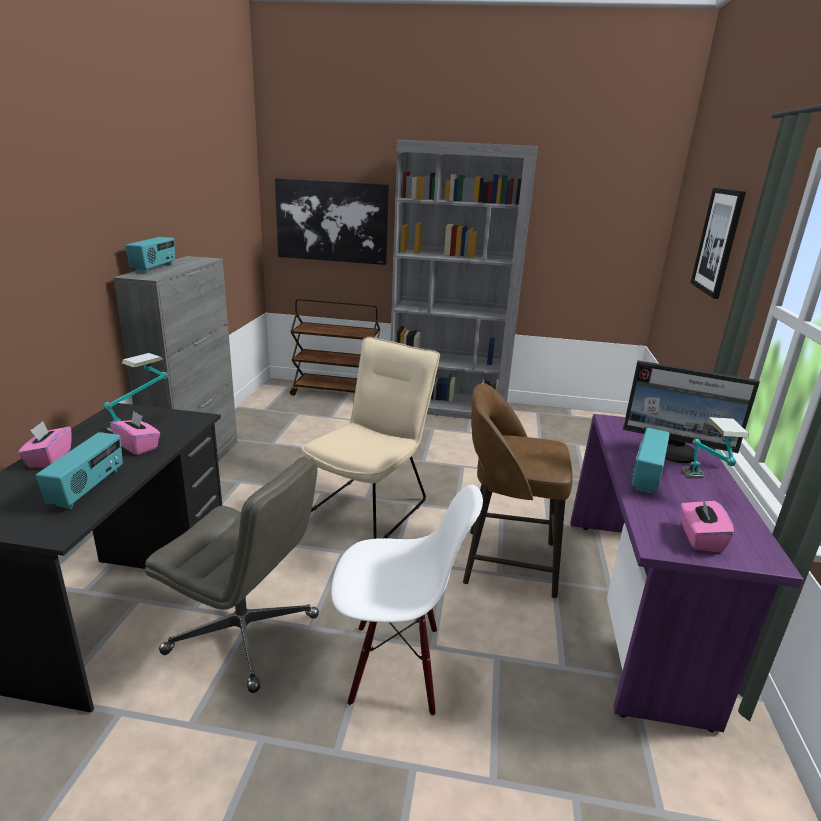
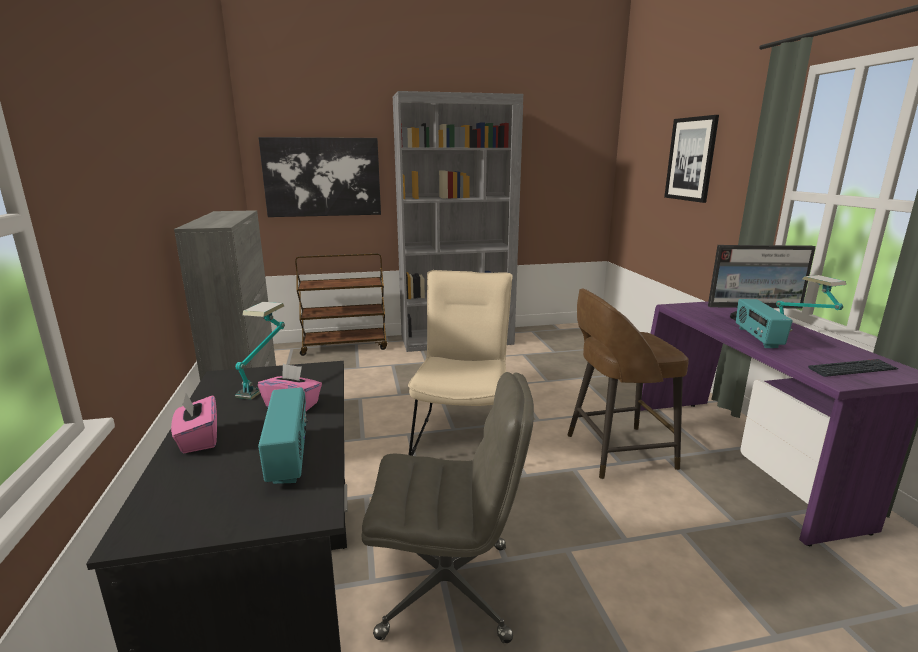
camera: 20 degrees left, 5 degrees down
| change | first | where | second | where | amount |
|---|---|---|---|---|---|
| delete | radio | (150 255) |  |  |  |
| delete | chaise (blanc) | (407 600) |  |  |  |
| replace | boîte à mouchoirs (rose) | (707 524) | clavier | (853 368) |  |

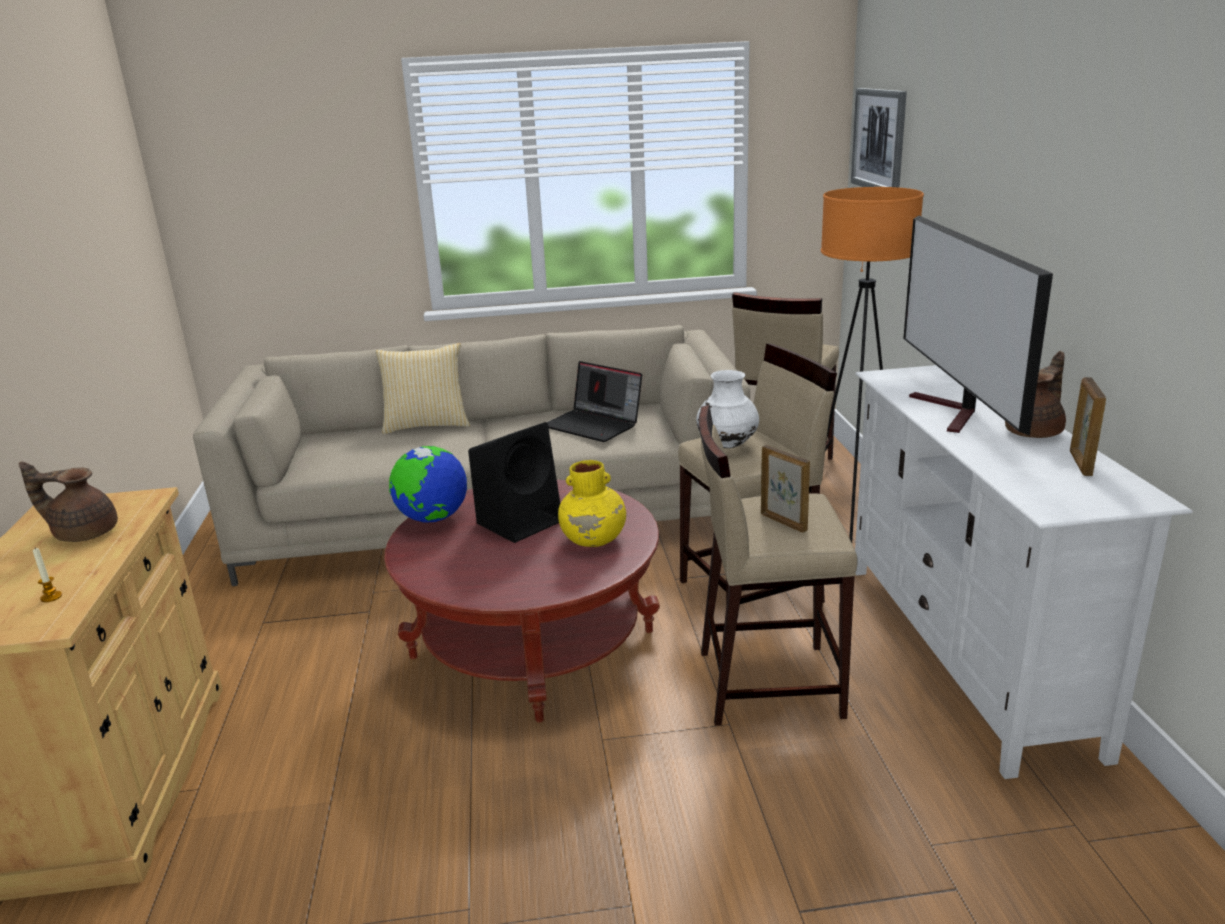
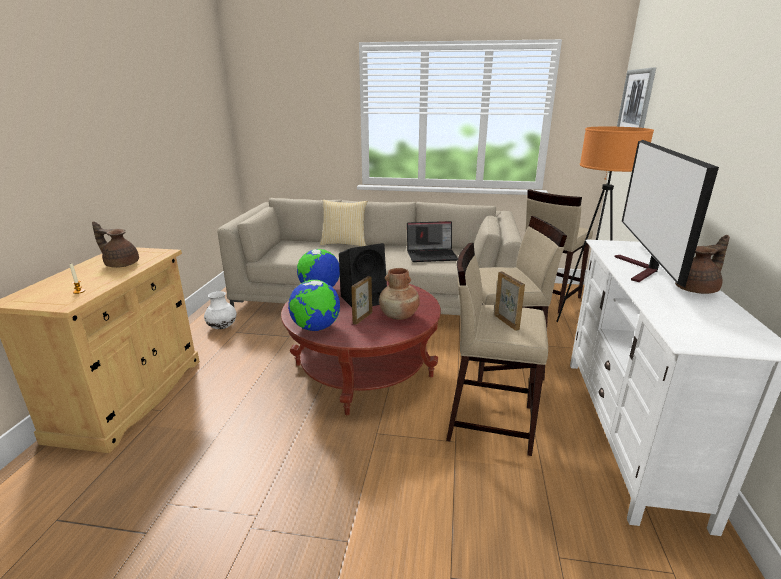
camera: 15 degrees right, 0 degrees up
| change | first | where | second | where | amount |
|---|---|---|---|---|---|
| rotate | ordinateur portable | (594 401) |  | (432 241) | 60 degrees counterclockwise |
| recolor | vase (jaune) | (592 503) | vase (marron) | (399 294) |  |
| move | vase (blanc) | (727 409) |  | (220 310) |  |
| move | cadre photo | (1088 426) |  | (361 300) |  |
| insert |  |  | globe | (314 305) |  |

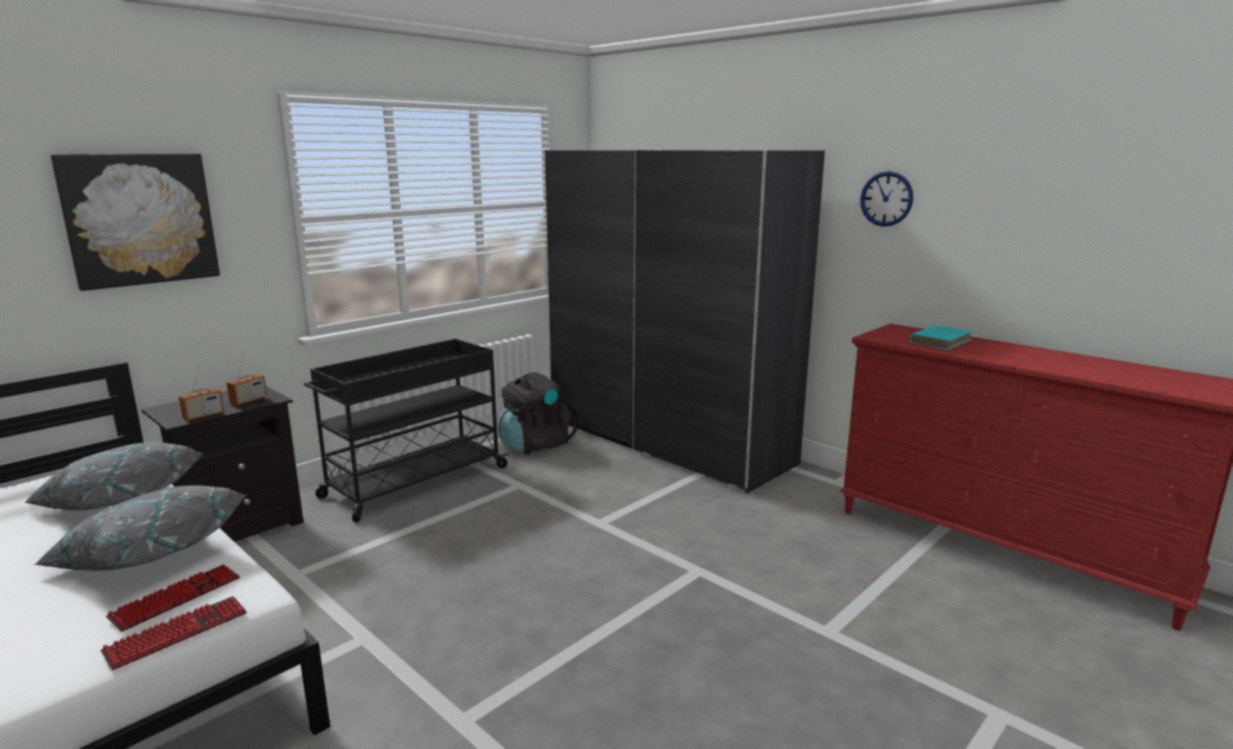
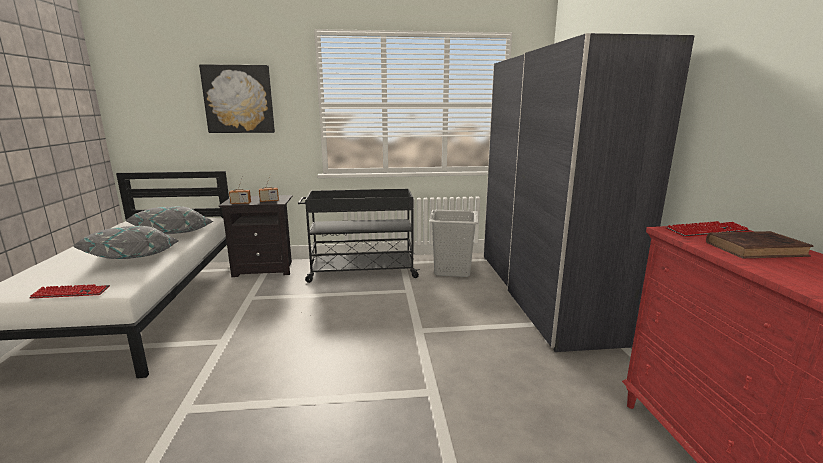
camera: 40 degrees right, 0 degrees up
| change | first | where | second | where | amount |
|---|---|---|---|---|---|
| move | clavier | (173 598) |  | (708 229) |  |
| replace | sac à dos (noir) | (538 413) | panier à linge (gris) | (453 243) |  |
| delete | horloge murale | (886 199) |  |  |  |
| recolor | livre (turquoise) | (940 337) | livre (marron) | (759 244) |  |

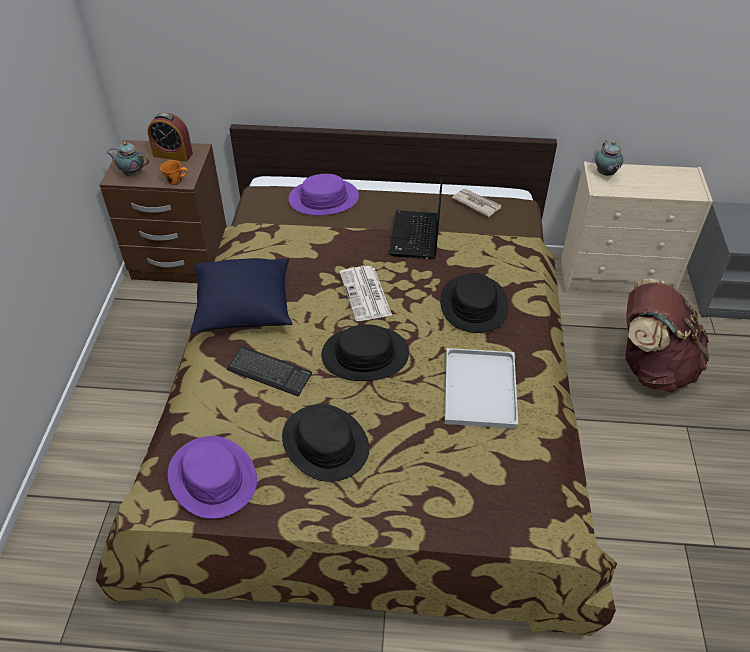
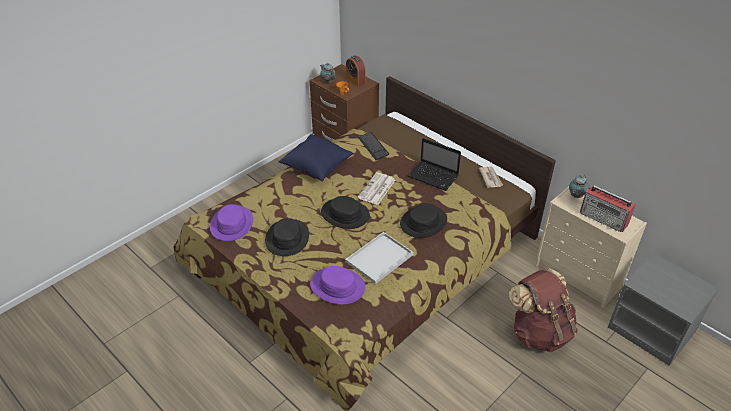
camera: 40 degrees right, 5 degrees down
| change | first | where | second | where | amount |
|---|---|---|---|---|---|
| move | clavier | (269 371) |  | (373 146) |  |
| move | chapeau (violet) | (323 195) |  | (337 285) |  |
| rotate | ordinateur portable | (416 218) |  | (434 164) | 105 degrees counterclockwise |
| insert |  |  | radio | (608 208) |  |

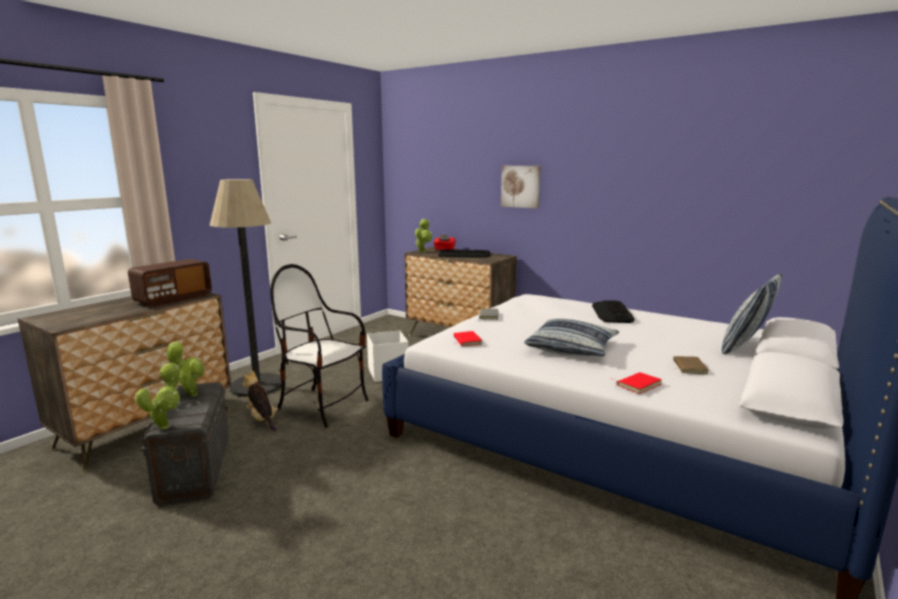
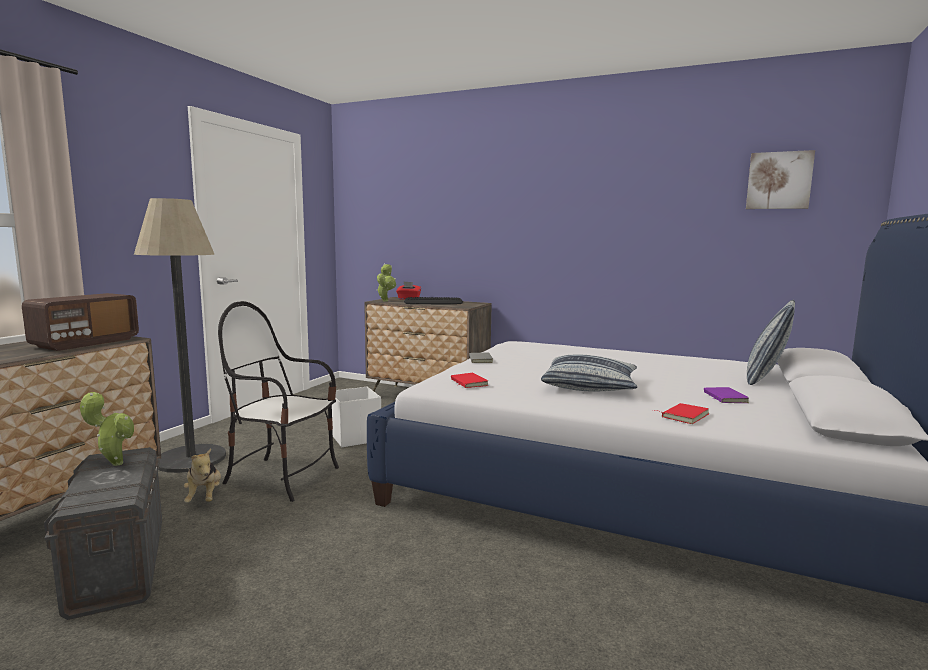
camera: 10 degrees left, 5 degrees down
| change | first | where | second | where | amount |
|---|---|---|---|---|---|
| delete | plante en pot | (157 396) |  |  |  |
| rotate | peluche | (260 401) |  | (202 475) | 150 degrees counterclockwise |
| move | tableau | (521 187) |  | (780 179) |  |
| delete | clavier | (613 311) |  |  |  |
| recolor | livre (marron) | (691 365) | livre (violet) | (726 395) |  |

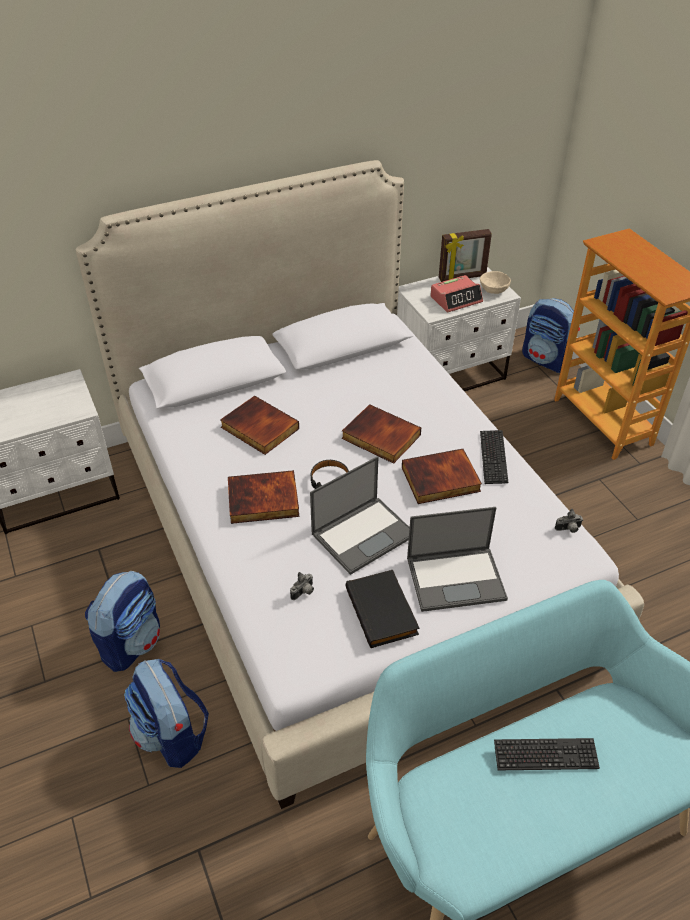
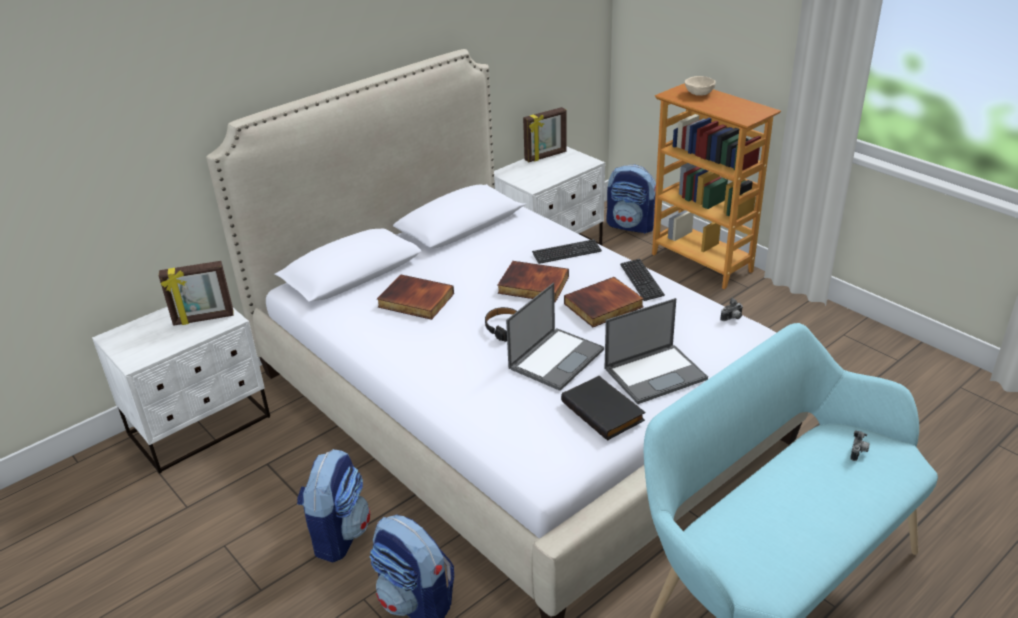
camera: 15 degrees left, 10 degrees down
| change | first | where | second | where | amount |
|---|---|---|---|---|---|
| delete | livre | (264 497) |  |  |  |
| move | appareil photo | (302 586) |  | (860 445) |  |
| delete | réveil | (456 293) |  |  |  |
| move | bol (beige) | (495 282) |  | (700 86) |  |
| move | clavier | (547 754) |  | (567 251) |  |
| insert |  |  | cadre photo | (196 293) |  |

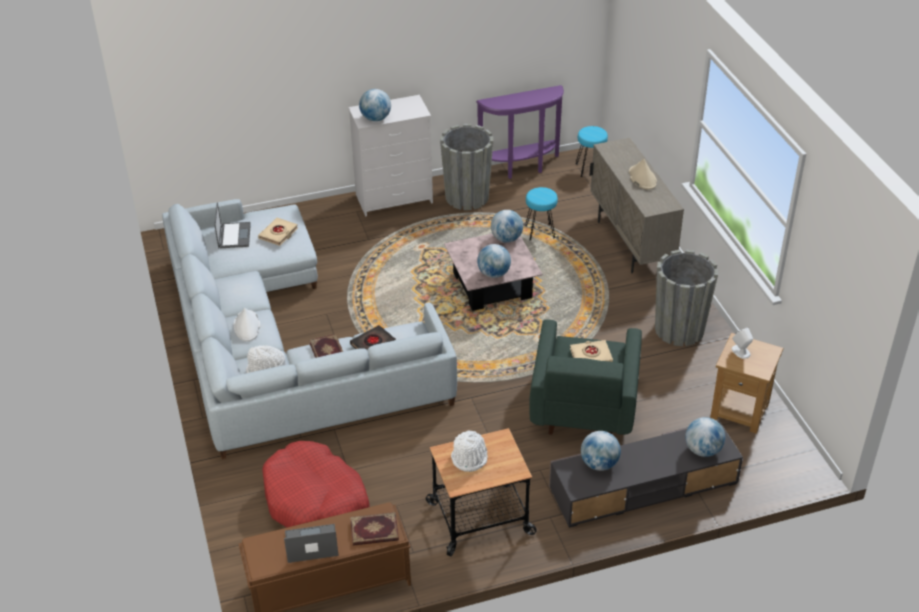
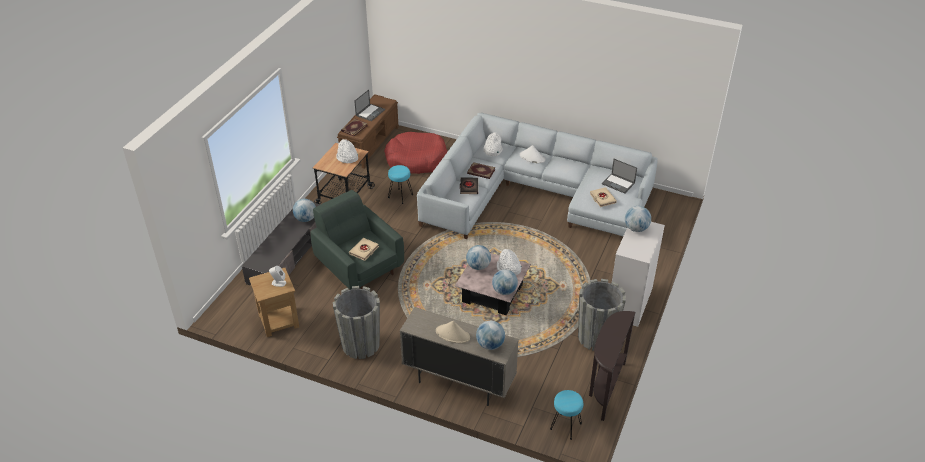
camera: 130 degrees right, 0 degrees up
| change | first | where | second | where | amount |
|---|---|---|---|---|---|
| recolor | table console (violet) | (520 132) | table console (marron) | (612 366) |  |
| move | tabouret (turquoise) | (542 213) |  | (400 184) |  |
| move | globe | (705 437) |  | (490 335) |  |
| insert |  |  | chapeau (blanc) | (509 262) |  |

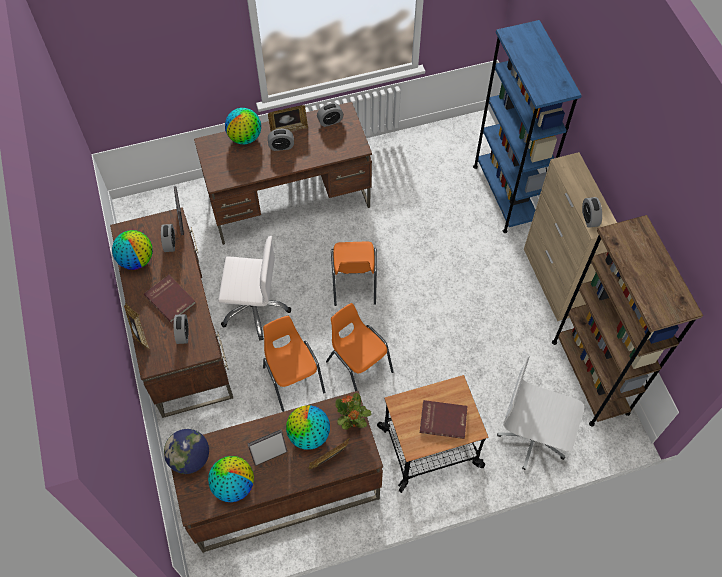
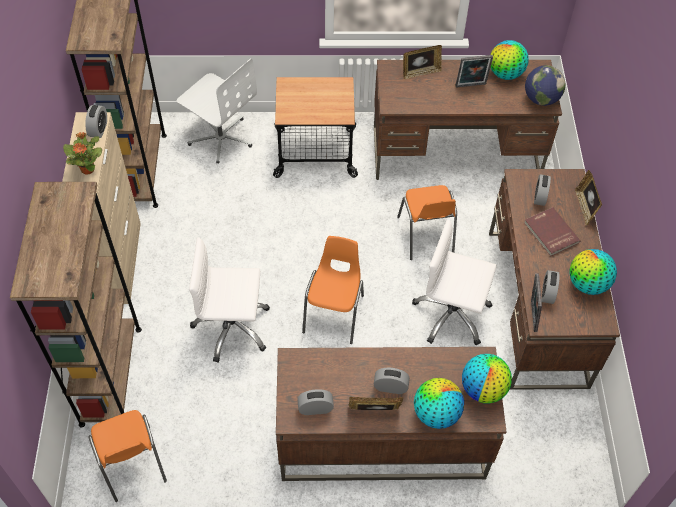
camera: 165 degrees left, 5 degrees down
| change | first | where | second | where | amount |
|---|---|---|---|---|---|
| move | globe | (308 427) |  | (487 378) |  |
| move | chaise (orange) | (360 347) |  | (128 456) |  |
| move | plante en pot | (353 411) |  | (82 153) |  |
| delete | livre (rouge) | (444 419) |  |  |  |
| recolor | bibliothèque (bleu) | (527 126) | bibliothèque (marron) | (76 304) |  |
| insert |  |  | chaise de bureau (blanc) | (229 300) |  |

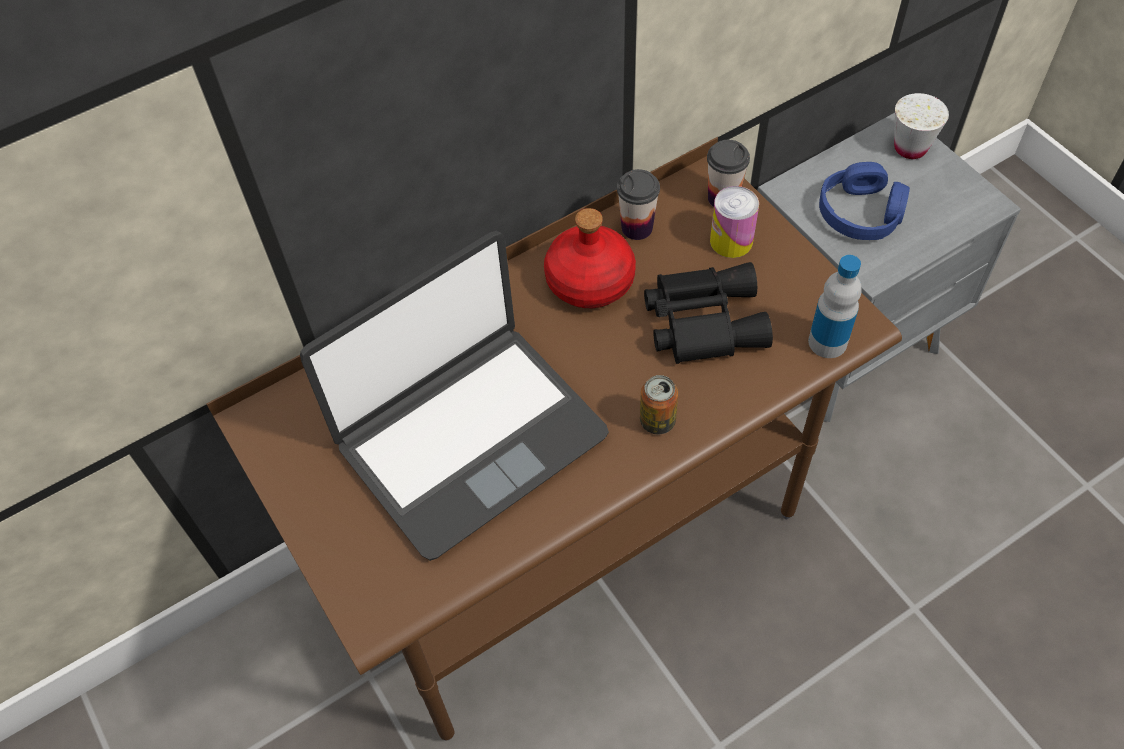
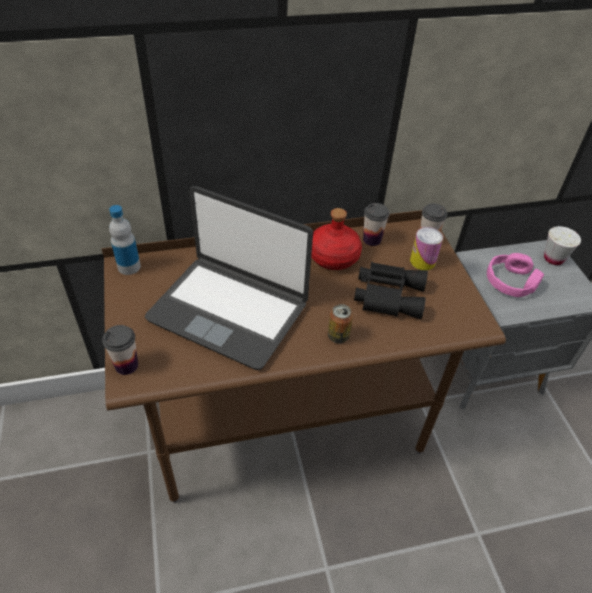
camera: 15 degrees right, 10 degrees down
| change | first | where | second | where | amount |
|---|---|---|---|---|---|
| rotate | ordinateur portable | (454 396) |  | (229 278) | 45 degrees clockwise |
| move | bouteille | (835 306) |  | (125 240) |  |
| recolor | casque audio (bleu) | (864 201) | casque audio (rose) | (515 275) |  |
| insert |  |  | tasse | (120 350) |  |

